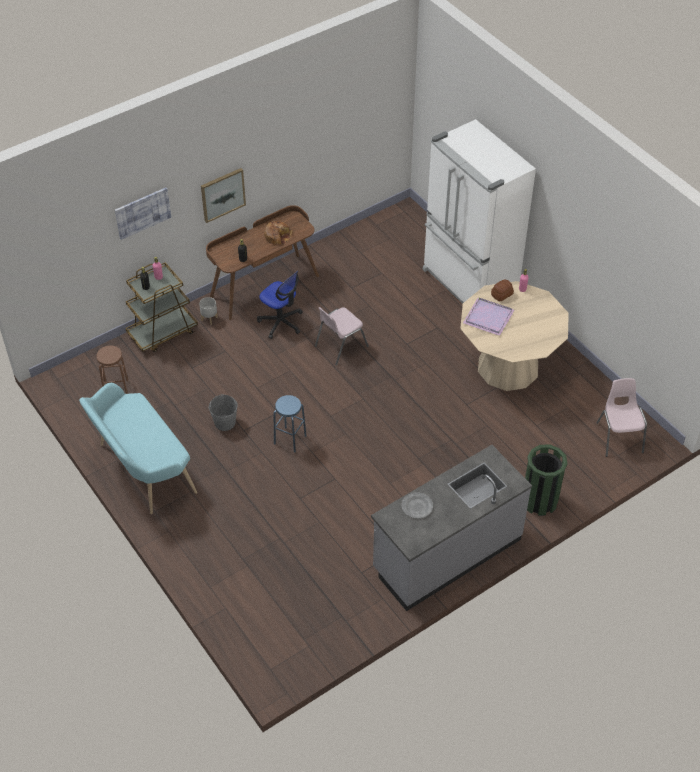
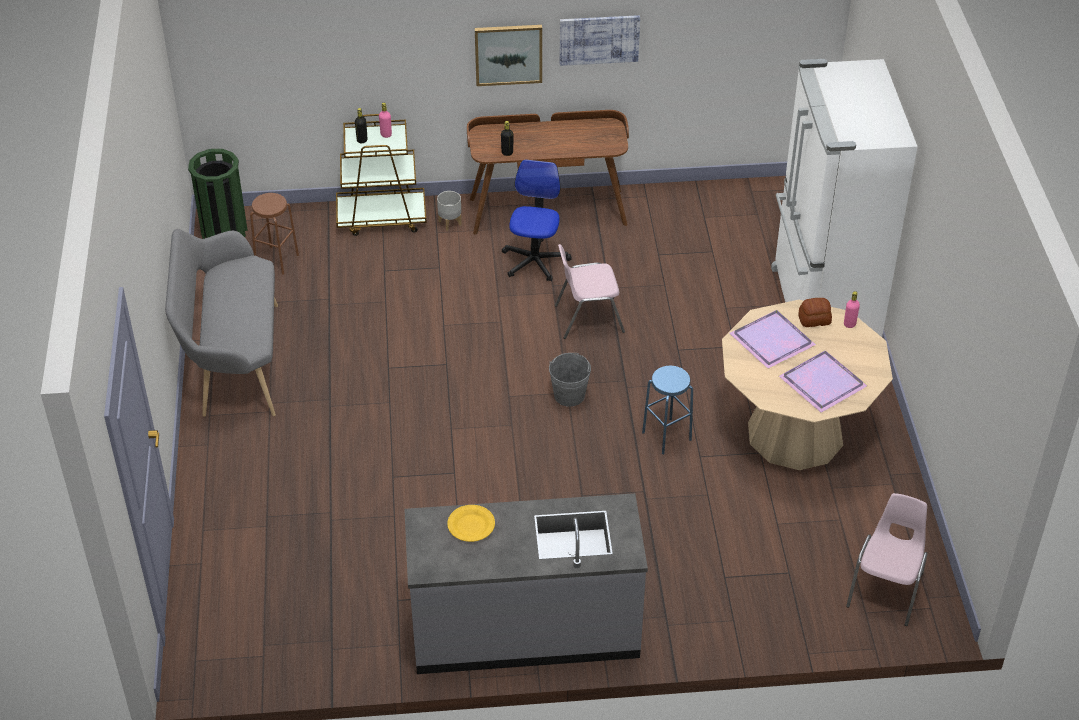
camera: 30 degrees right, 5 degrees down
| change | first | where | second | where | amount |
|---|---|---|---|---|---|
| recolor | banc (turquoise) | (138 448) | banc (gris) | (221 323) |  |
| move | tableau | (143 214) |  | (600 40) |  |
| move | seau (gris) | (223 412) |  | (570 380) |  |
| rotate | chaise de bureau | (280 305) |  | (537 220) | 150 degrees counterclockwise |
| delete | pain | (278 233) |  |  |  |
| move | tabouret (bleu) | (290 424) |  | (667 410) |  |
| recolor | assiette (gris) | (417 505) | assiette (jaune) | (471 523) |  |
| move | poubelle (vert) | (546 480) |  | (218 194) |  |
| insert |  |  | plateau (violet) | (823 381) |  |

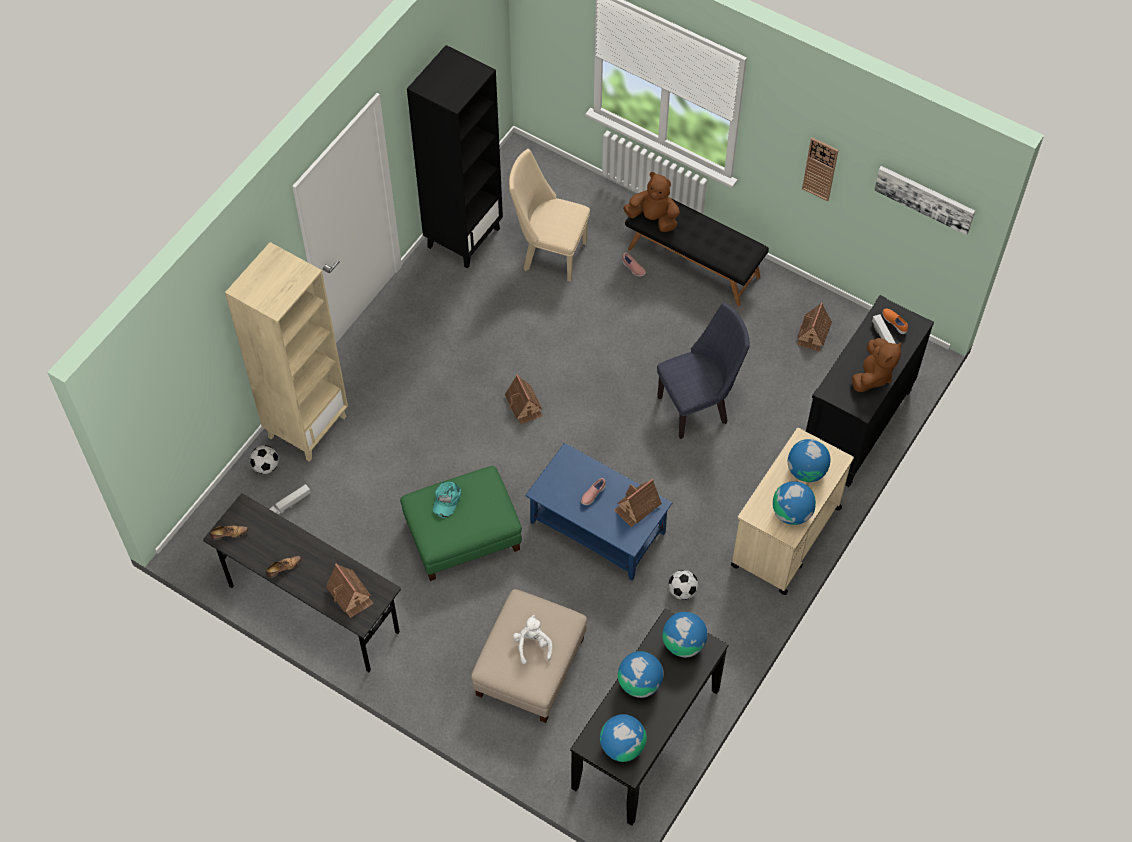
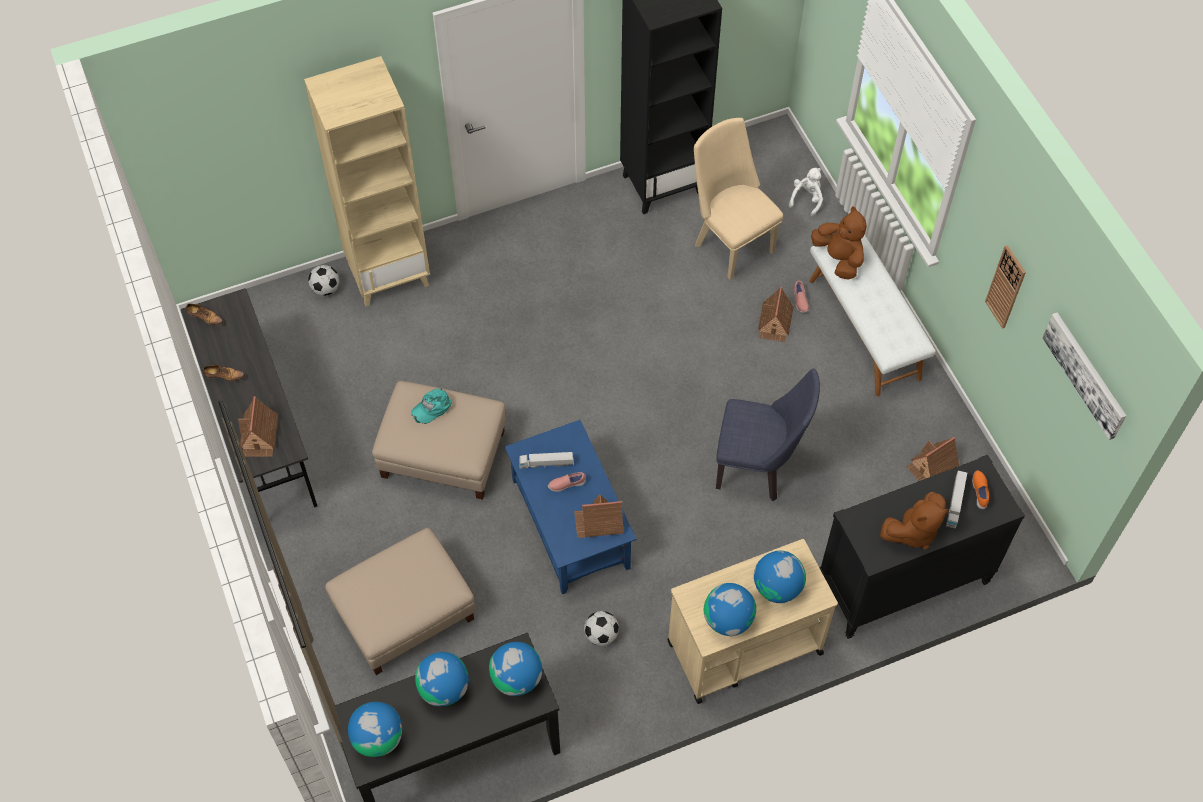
camera: 35 degrees right, 0 degrees up
| change | first | where | second | where | amount |
|---|---|---|---|---|---|
| move | camion jouet | (291 499) |  | (546 460) |  |
| recolor | pouf (vert) | (461 523) | pouf (beige) | (439 440) |  |
| move | maison miniature | (524 399) |  | (776 314) |  |
| move | peluche (blanc) | (533 639) |  | (806 192) |  |
| recolor | banc (noir) | (697 252) | banc (blanc) | (872 315) |  |

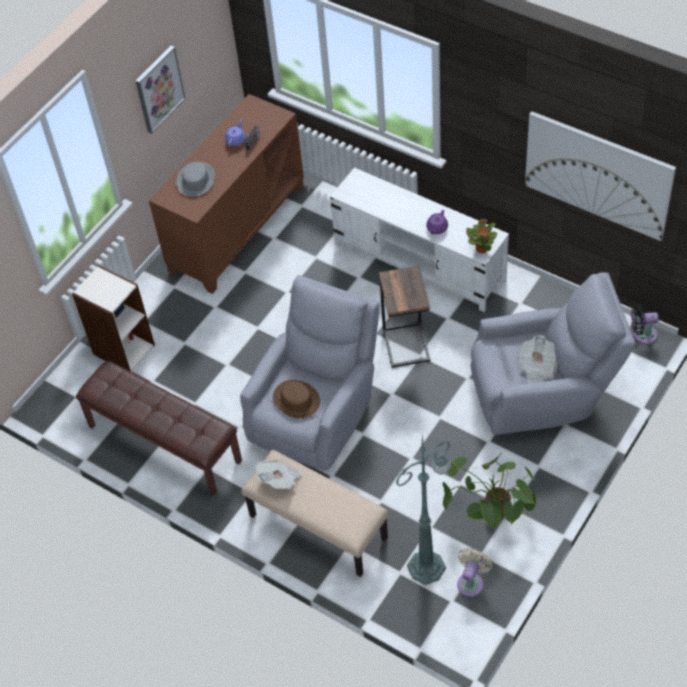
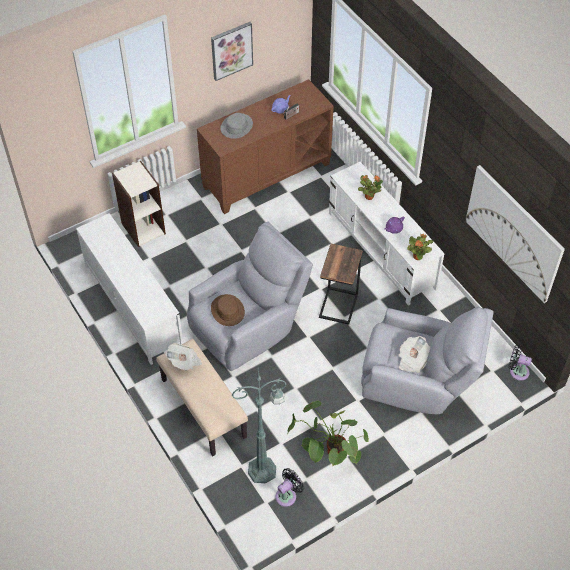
camera: 20 degrees right, 0 degrees up
| change | first | where | second | where | amount |
|---|---|---|---|---|---|
| replace | banc (marron) | (159 428) | meuble télé (blanc) | (129 289) |  |
| recolor | ventilateur (beige) | (474 572) | ventilateur (noir) | (289 487) |  |
| insert |  |  | plante en pot | (370 187) |  |

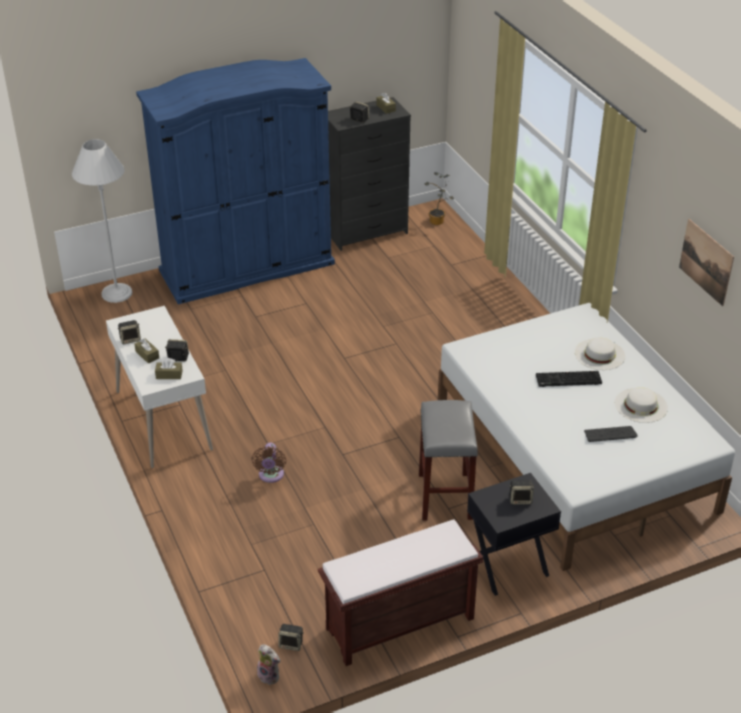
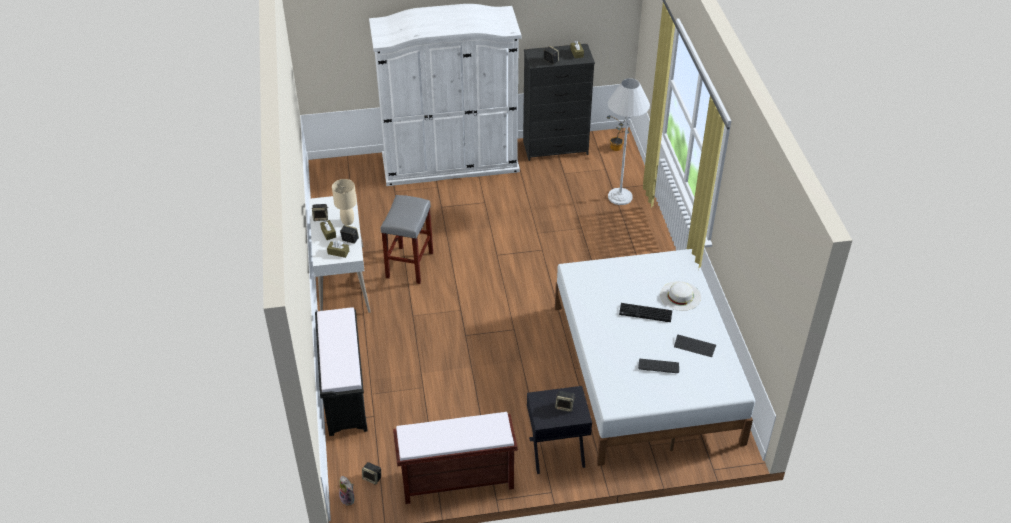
camera: 15 degrees right, 5 degrees up
| change | first | where | second | where | amount |
|---|---|---|---|---|---|
| move | lampadaire (blanc) | (102 221) |  | (629 141) |  |
| recolor | armoire (bleu) | (235 181) | armoire (blanc) | (445 95) |  |
| delete | ventilateur (marron) | (268 463) |  |  |  |
| move | tabouret (gris) | (448 460) |  | (407 239) |  |
| replace | chapeau (blanc) | (641 405) | clavier | (695 346) |  |
| delete | tableau | (706 262) |  |  |  |
| insert |  |  | banc (noir) | (341 371) |  |
| insert |  |  | lampe de table (beige) | (344 202) |  |

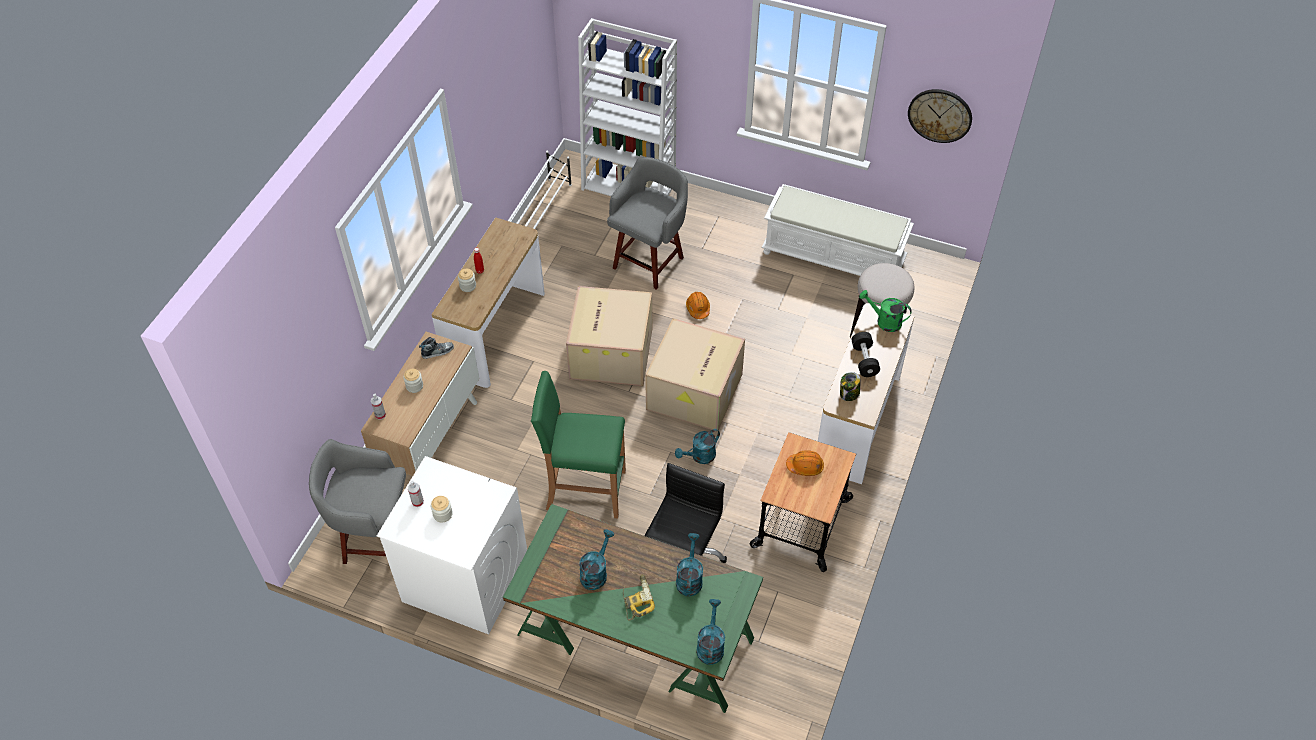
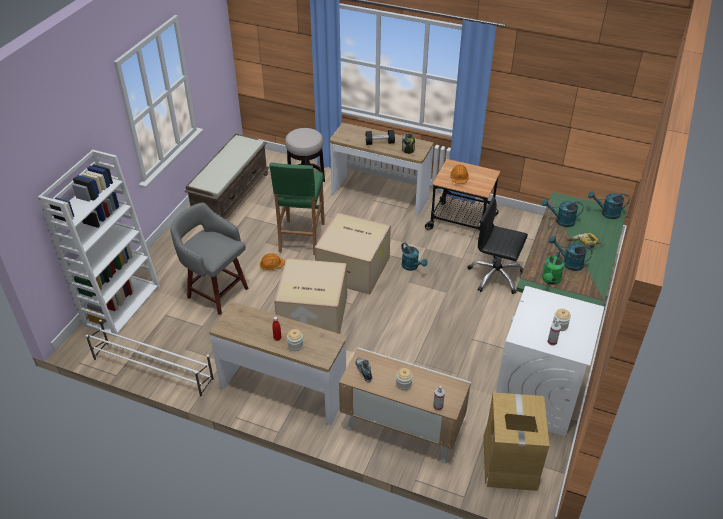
camera: 90 degrees left, 10 degrees down
| change | first | where | second | where | amount |
|---|---|---|---|---|---|
| replace | tabouret (gris) | (357 501) | carton | (516 442) |  |
| move | tabouret (vert) | (578 444) |  | (297 208) |  |
| recolor | banc (blanc) | (837 230) | banc (marron) | (227 177) |  |
| move | arrosoir (vert) | (885 311) |  | (553 268) |  |
| delete | horloge murale | (940 116) |  |  |  |

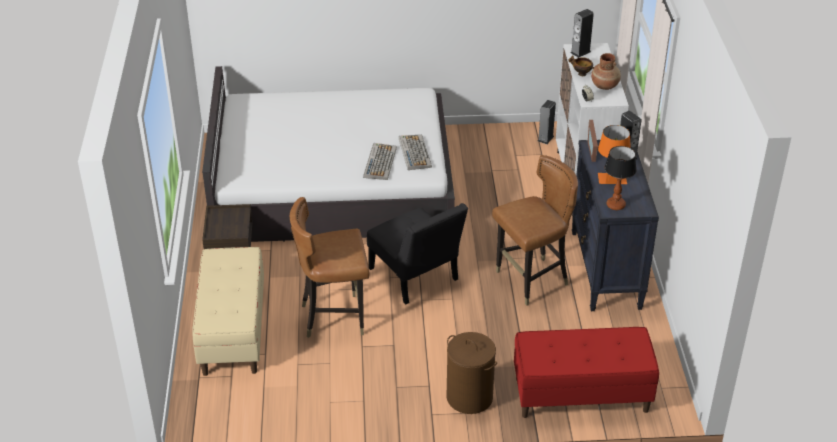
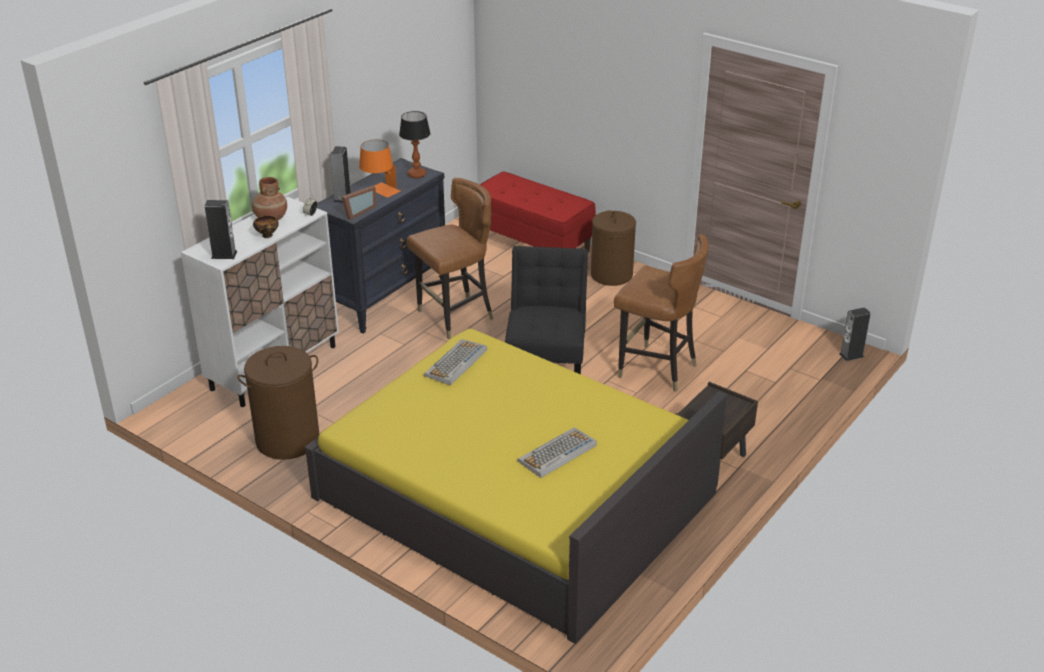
camera: 140 degrees left, 5 degrees down
| change | first | where | second | where | amount |
|---|---|---|---|---|---|
| delete | banc (beige) | (228 311) |  |  |  |
| recolor | lit (blanc) | (328 154) | lit (jaune) | (516 486) |  |
| move | clavier | (380 161) |  | (557 452) |  |
| rotate | chaise (marron) | (535 230) |  | (449 258) | 135 degrees clockwise |
| move | enceinte | (547 122) |  | (854 334) |  |
| insert |  |  | panier à linge (marron) | (278 403) |  |

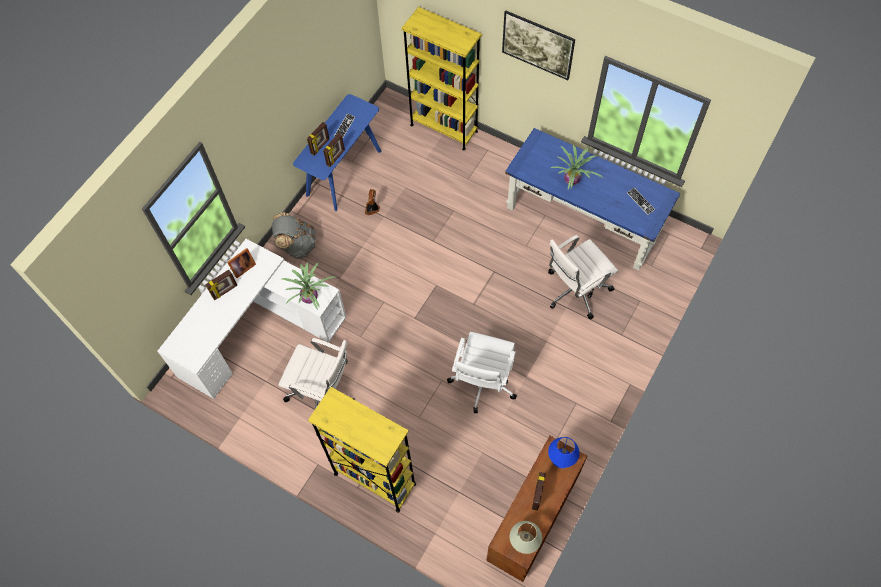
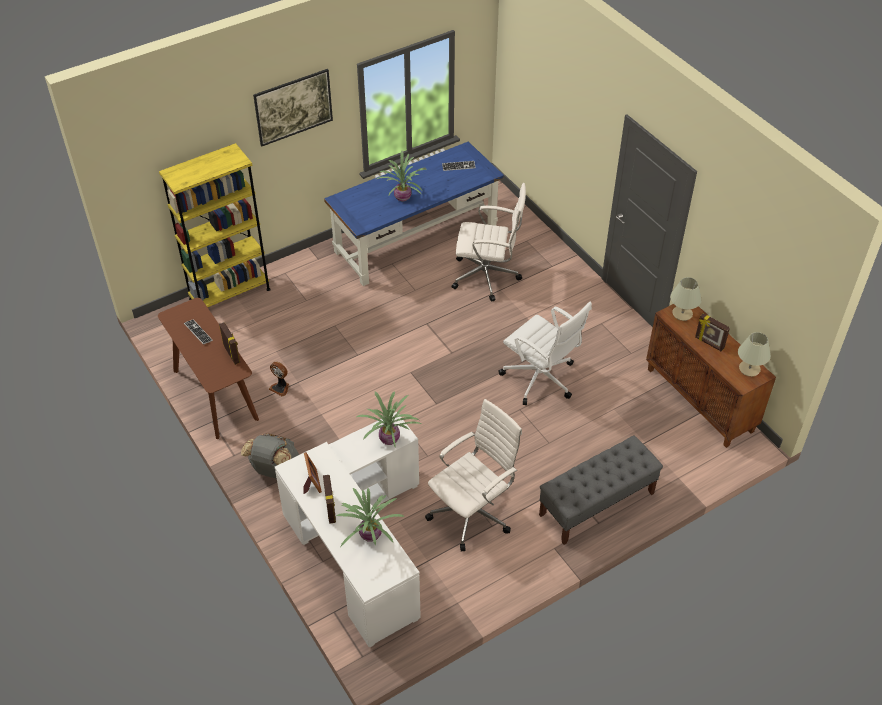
camera: 65 degrees left, 15 degrees down
| change | first | where | second | where | amount |
|---|---|---|---|---|---|
| recolor | table console (bleu) | (337 152) | table console (marron) | (208 368) |  |
| delete | cadre photo | (318 138) |  |  |  |
| replace | bibliothèque (jaune) | (362 450) | banc (gris) | (601 490) |  |
| rotate | chaise de bureau (blanc) | (583 277) |  | (489 242) | 75 degrees counterclockwise |
| recolor | lampe de table (bleu) | (564 452) | lampe de table (beige) | (686 299) |  |
| insert |  |  | plante en pot | (370 517) |  |

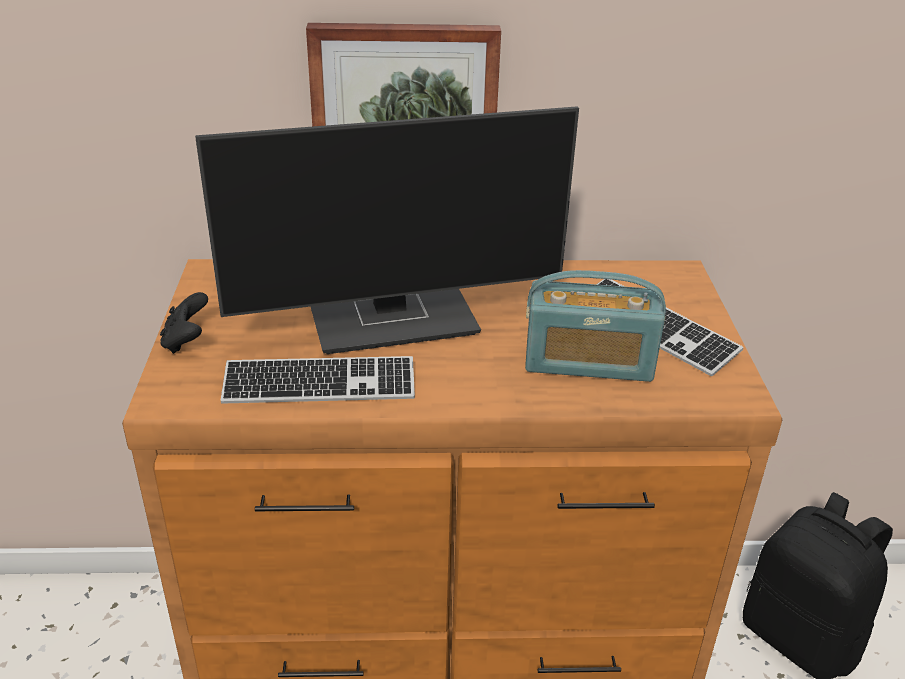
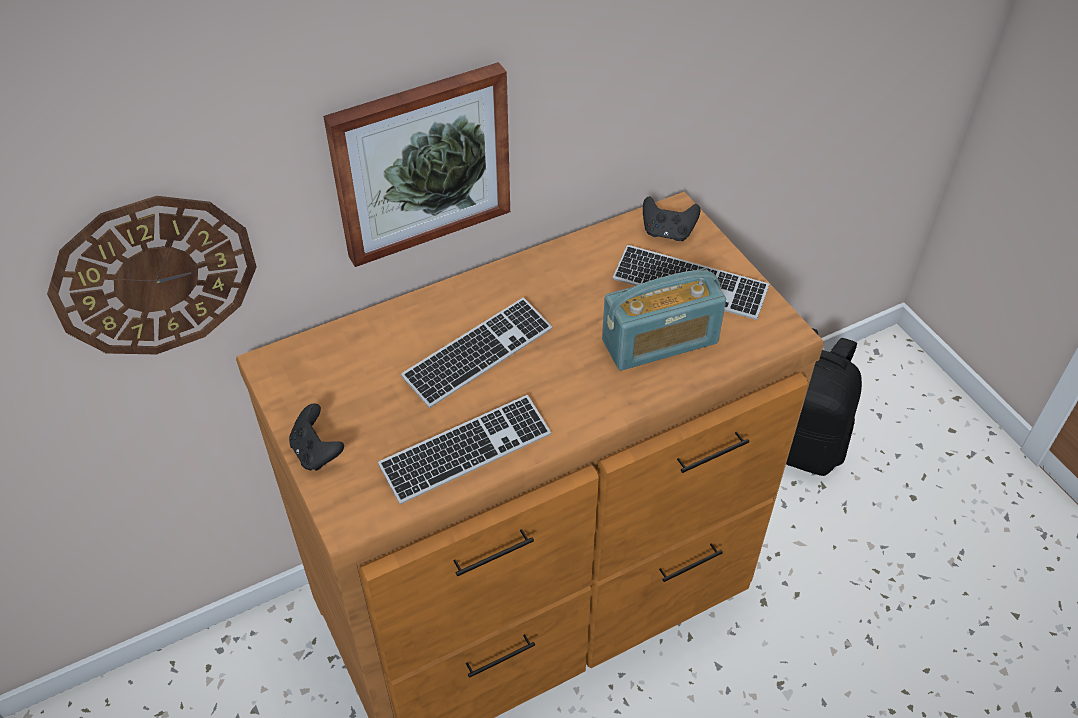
camera: 25 degrees left, 15 degrees up
| change | first | where | second | where | amount |
|---|---|---|---|---|---|
| replace | écran d'ordinateur | (387 230) | clavier | (476 353) |  |
| insert |  |  | horloge murale | (152 275) |  |
| insert |  |  | manette (noir) | (671 218) |  |

